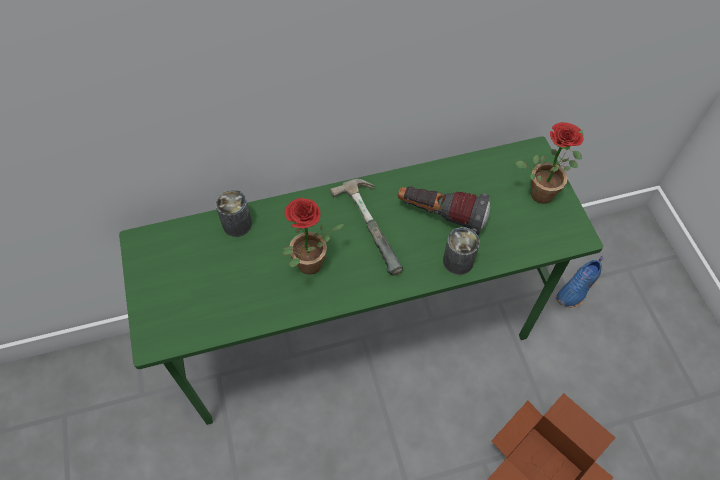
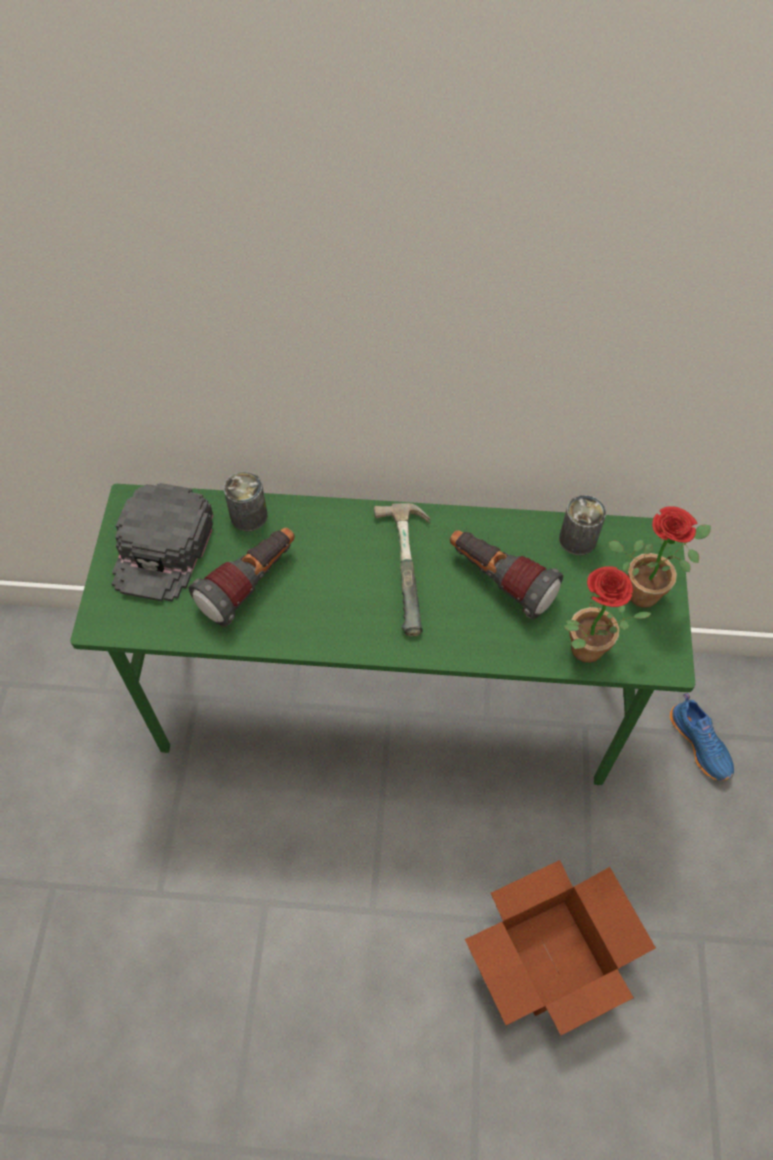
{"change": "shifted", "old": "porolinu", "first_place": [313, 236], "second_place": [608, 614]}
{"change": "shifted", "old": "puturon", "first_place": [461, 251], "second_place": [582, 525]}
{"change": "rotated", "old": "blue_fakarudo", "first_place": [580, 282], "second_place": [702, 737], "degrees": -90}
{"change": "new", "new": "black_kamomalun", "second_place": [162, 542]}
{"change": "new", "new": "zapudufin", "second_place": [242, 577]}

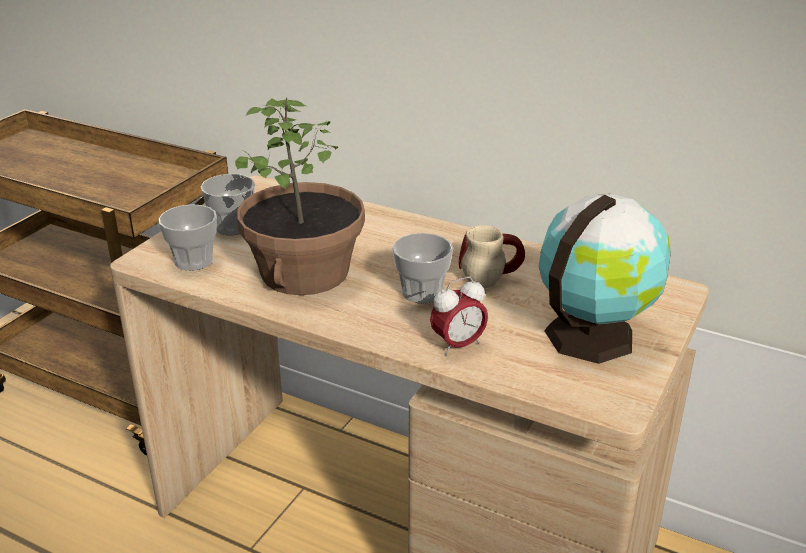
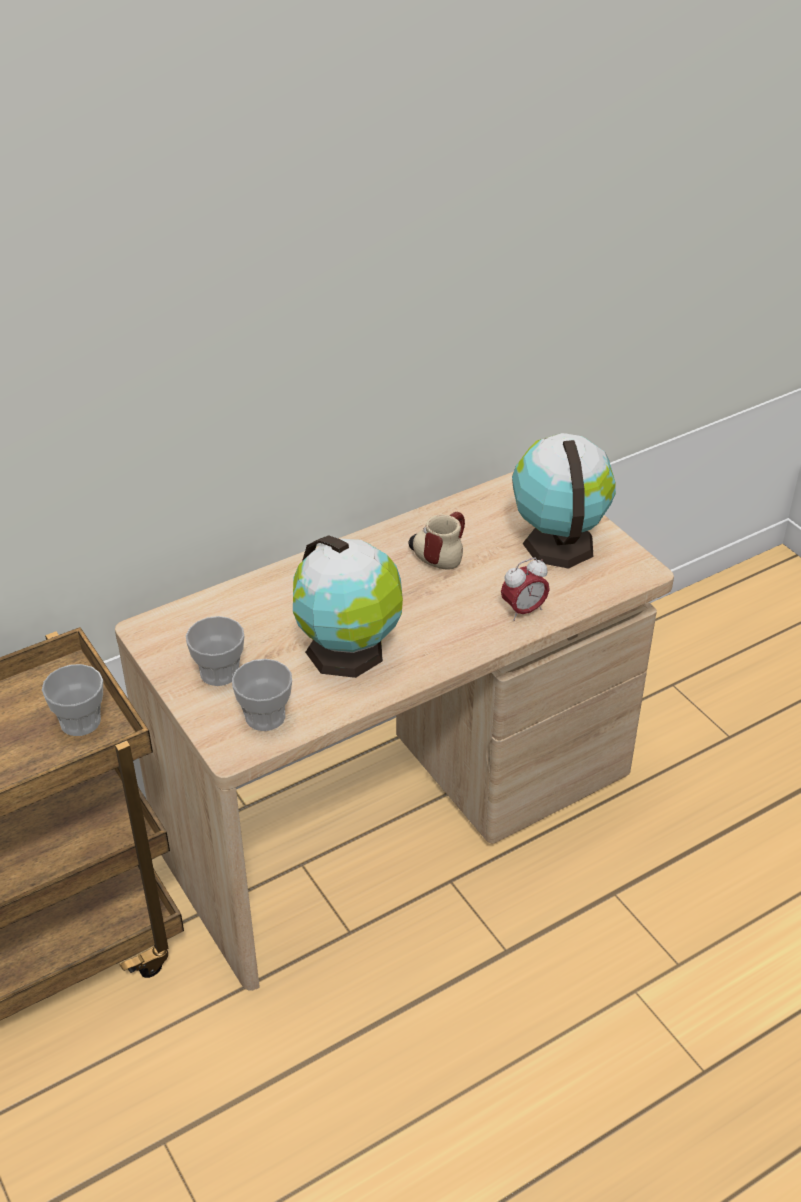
{"change": "swapped", "old": "porolinu", "new": "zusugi", "first_place": [300, 196], "second_place": [348, 606]}
{"change": "shifted", "old": "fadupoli", "first_place": [422, 268], "second_place": [72, 700]}
{"change": "rotated", "old": "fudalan", "first_place": [459, 316], "second_place": [525, 589], "degrees": 60}

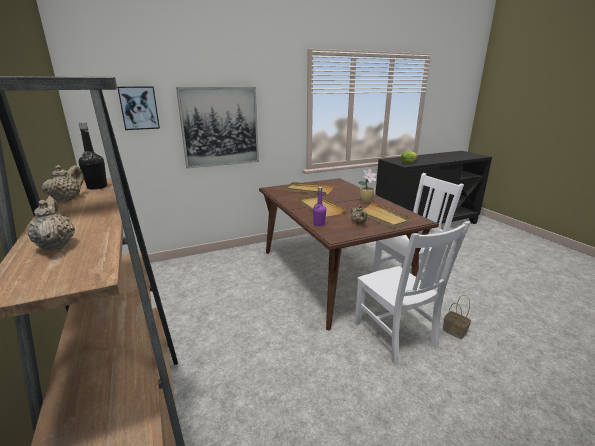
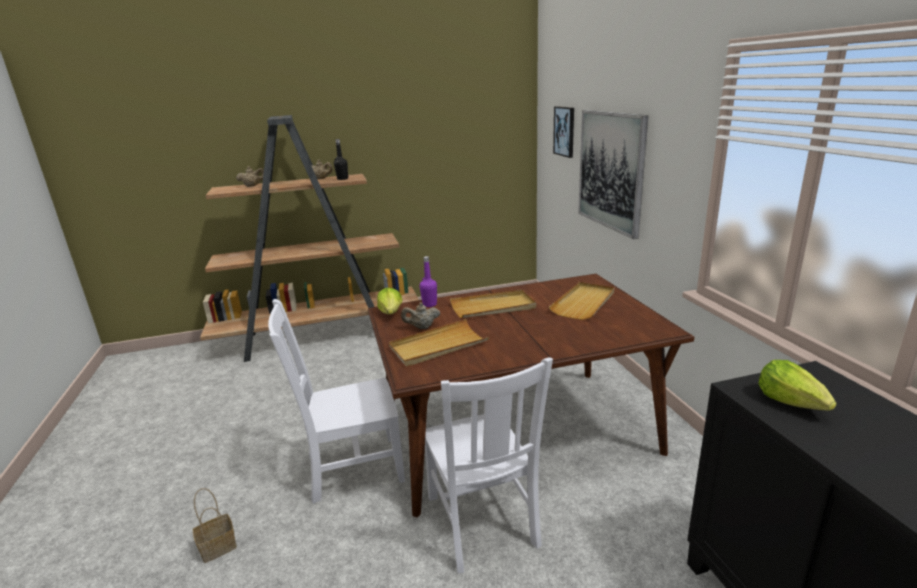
{"change": "gone", "old": "porolinu", "first_place": [367, 186]}
{"change": "shifted", "old": "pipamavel", "first_place": [457, 317], "second_place": [215, 525]}
{"change": "new", "new": "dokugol", "second_place": [389, 301]}

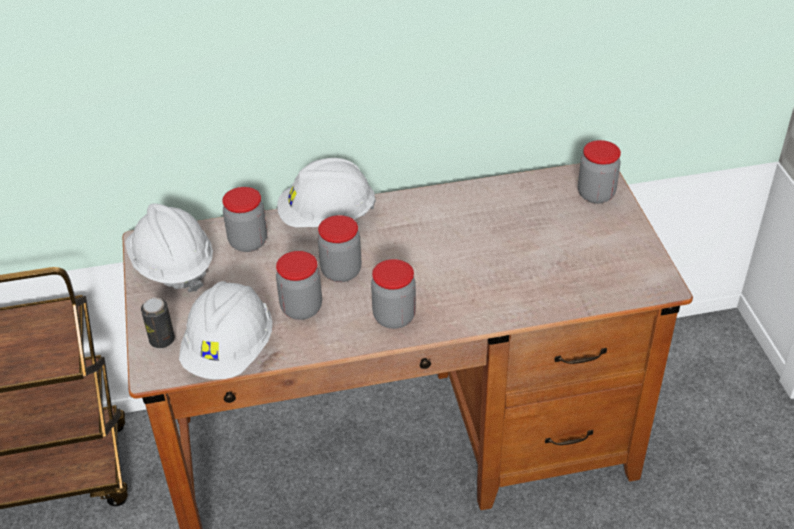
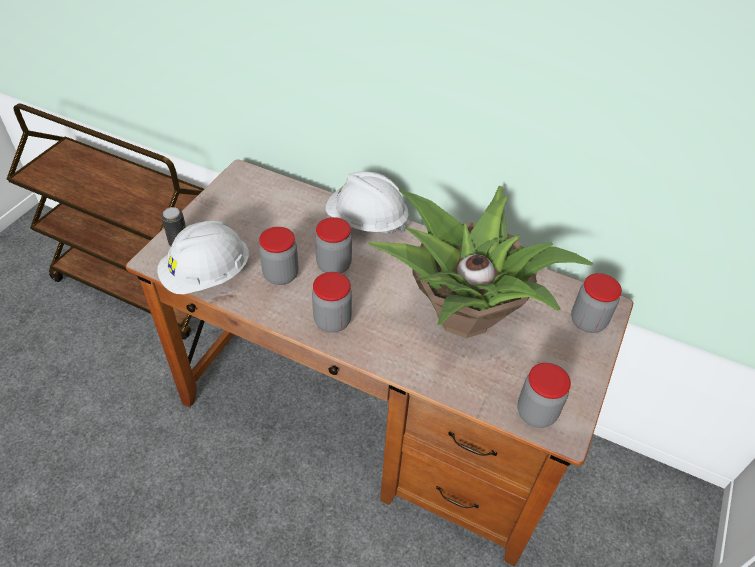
{"change": "shifted", "old": "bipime", "first_place": [244, 219], "second_place": [544, 395]}
{"change": "gone", "old": "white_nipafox", "first_place": [169, 247]}
{"change": "new", "new": "porolinu", "second_place": [480, 262]}

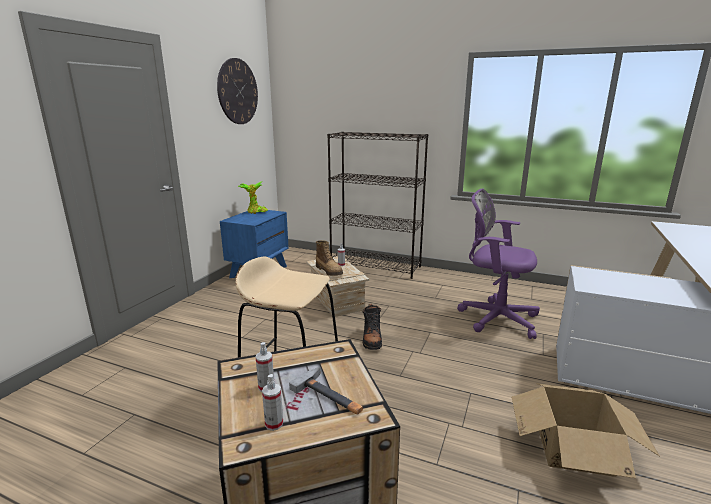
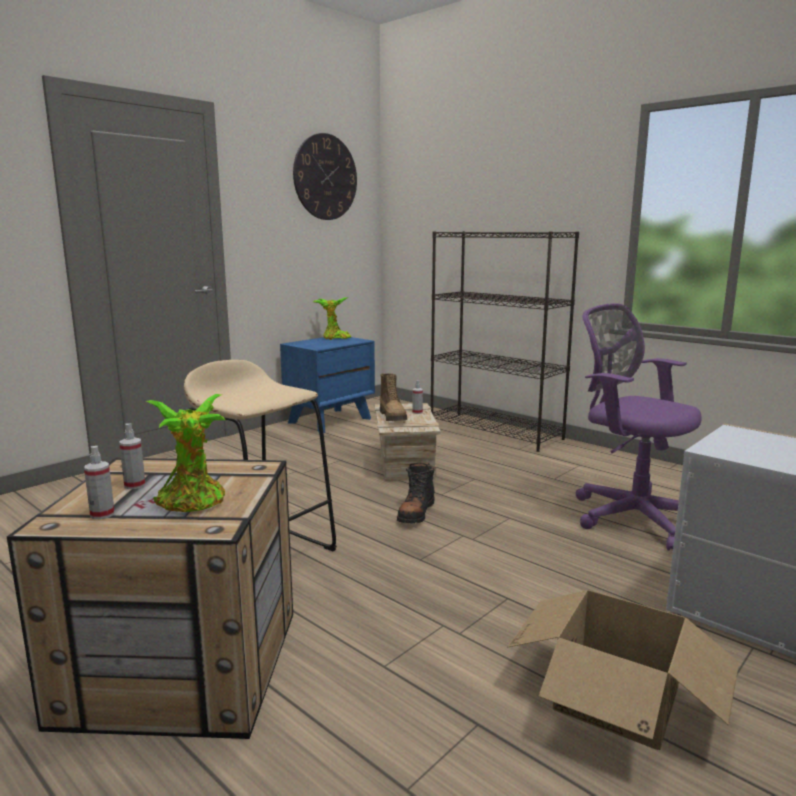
{"change": "swapped", "old": "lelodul", "new": "porolinu", "first_place": [326, 391], "second_place": [185, 453]}

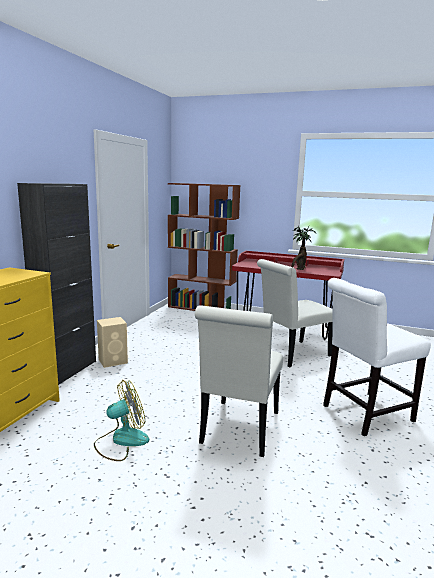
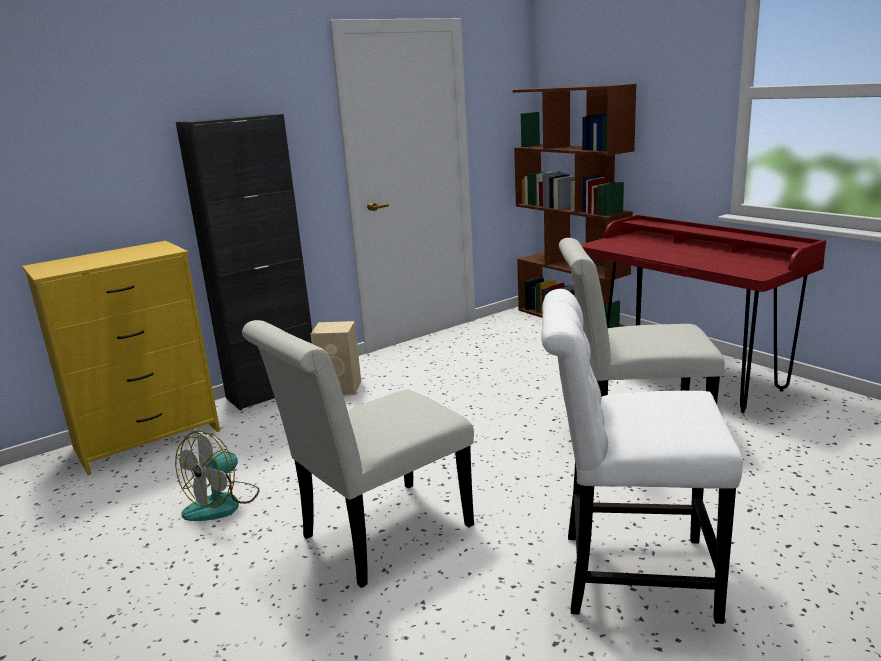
{"change": "gone", "old": "porolinu", "first_place": [303, 247]}
{"change": "rotated", "old": "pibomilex", "first_place": [121, 420], "second_place": [217, 476], "degrees": 120}

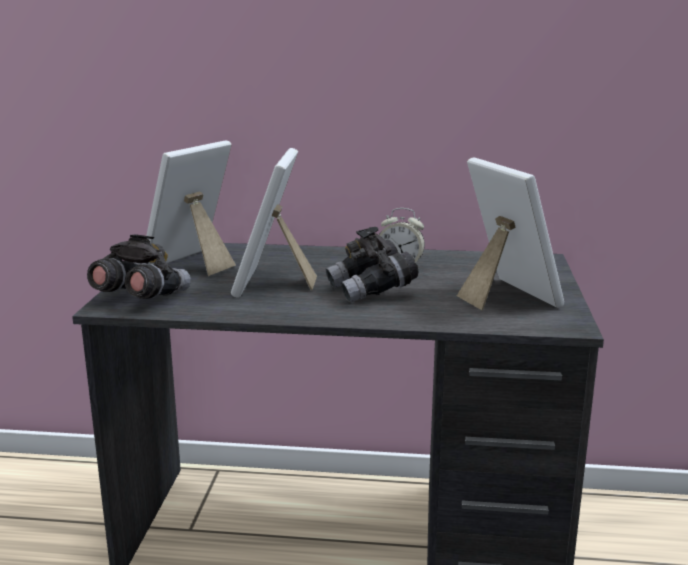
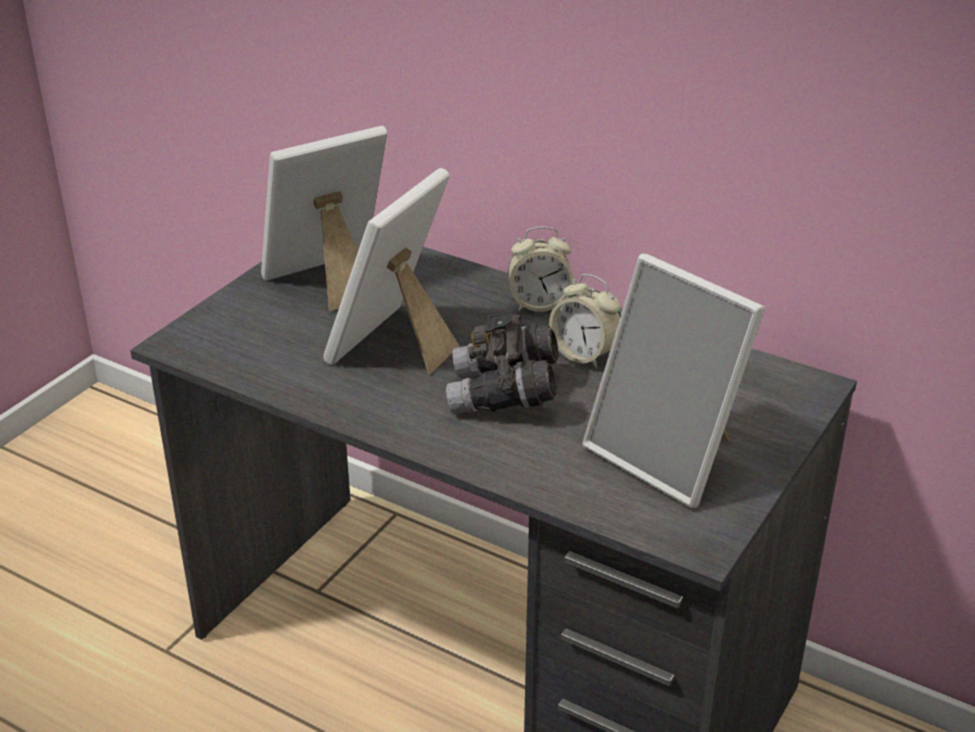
{"change": "rotated", "old": "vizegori", "first_place": [510, 234], "second_place": [673, 381], "degrees": 135}
{"change": "gone", "old": "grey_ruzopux", "first_place": [139, 266]}
{"change": "new", "new": "fudalan", "second_place": [541, 269]}

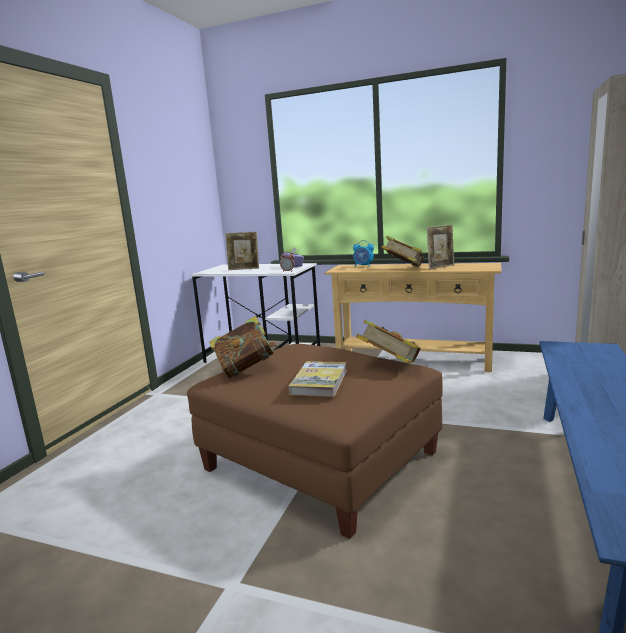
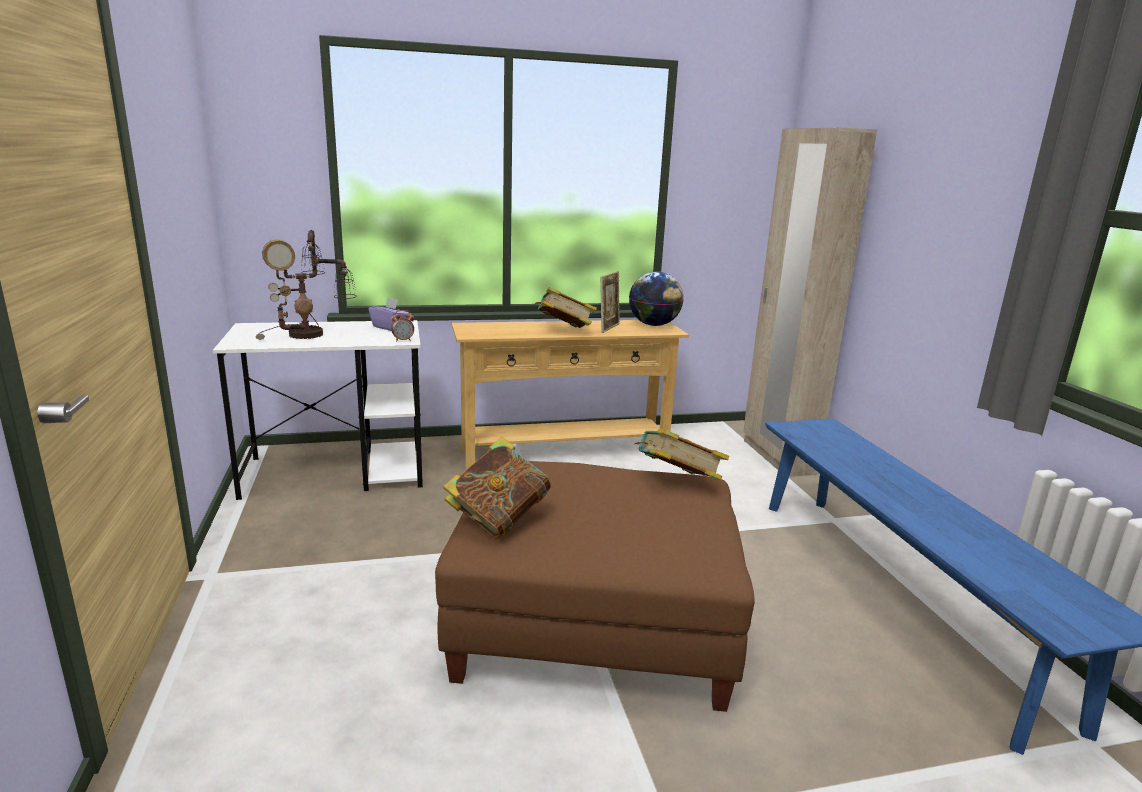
{"change": "swapped", "old": "vizegori", "new": "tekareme", "first_place": [242, 251], "second_place": [306, 285]}
{"change": "gone", "old": "fudalan", "first_place": [363, 253]}
{"change": "gone", "old": "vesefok", "first_place": [318, 379]}
{"change": "new", "new": "zusugi", "second_place": [656, 298]}

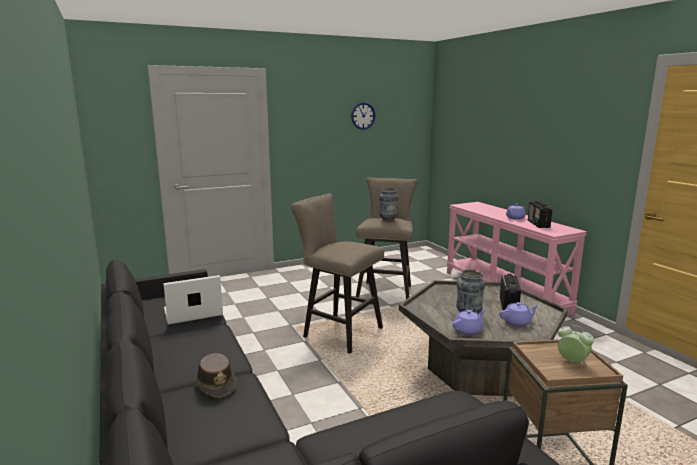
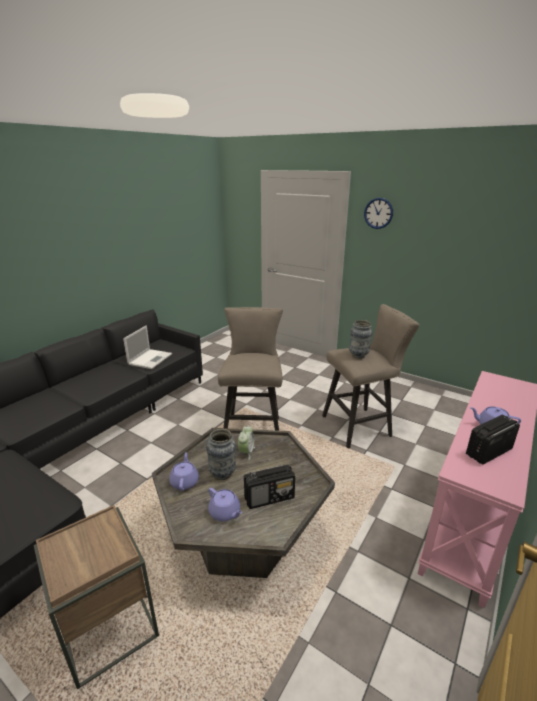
{"change": "shifted", "old": "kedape", "first_place": [363, 116], "second_place": [378, 213]}
{"change": "rotated", "old": "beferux", "first_place": [193, 300], "second_place": [147, 347], "degrees": 75}
{"change": "rotated", "old": "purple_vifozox", "first_place": [469, 322], "second_place": [184, 471], "degrees": -120}
{"change": "shifted", "old": "fudalan", "first_place": [576, 345], "second_place": [246, 443]}
{"change": "gone", "old": "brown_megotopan", "first_place": [215, 375]}

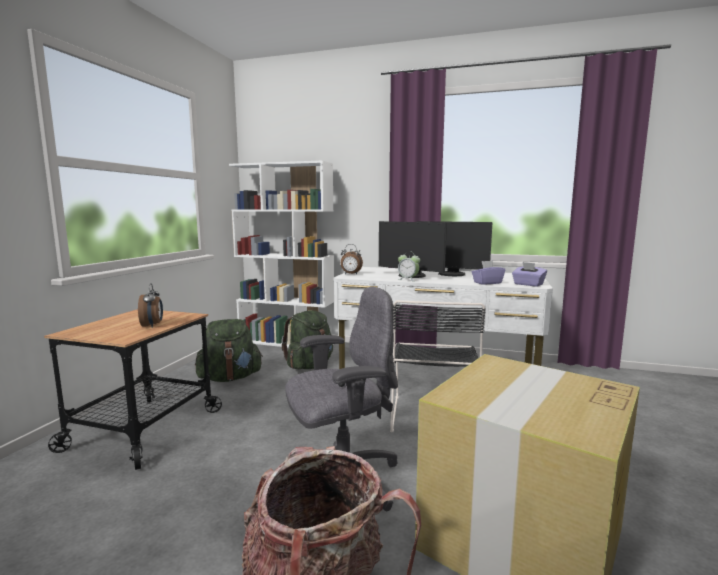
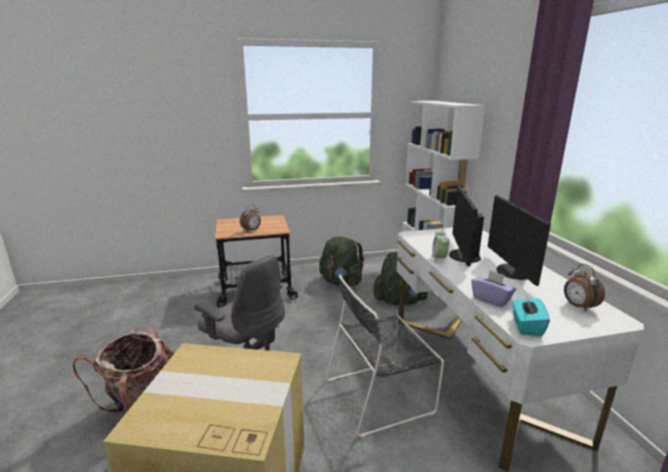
{"change": "shifted", "old": "fudalan", "first_place": [352, 259], "second_place": [584, 287]}
{"change": "repainted", "old": "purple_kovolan", "new": "turquoise_kovolan", "first_place": [529, 274], "second_place": [531, 316]}

